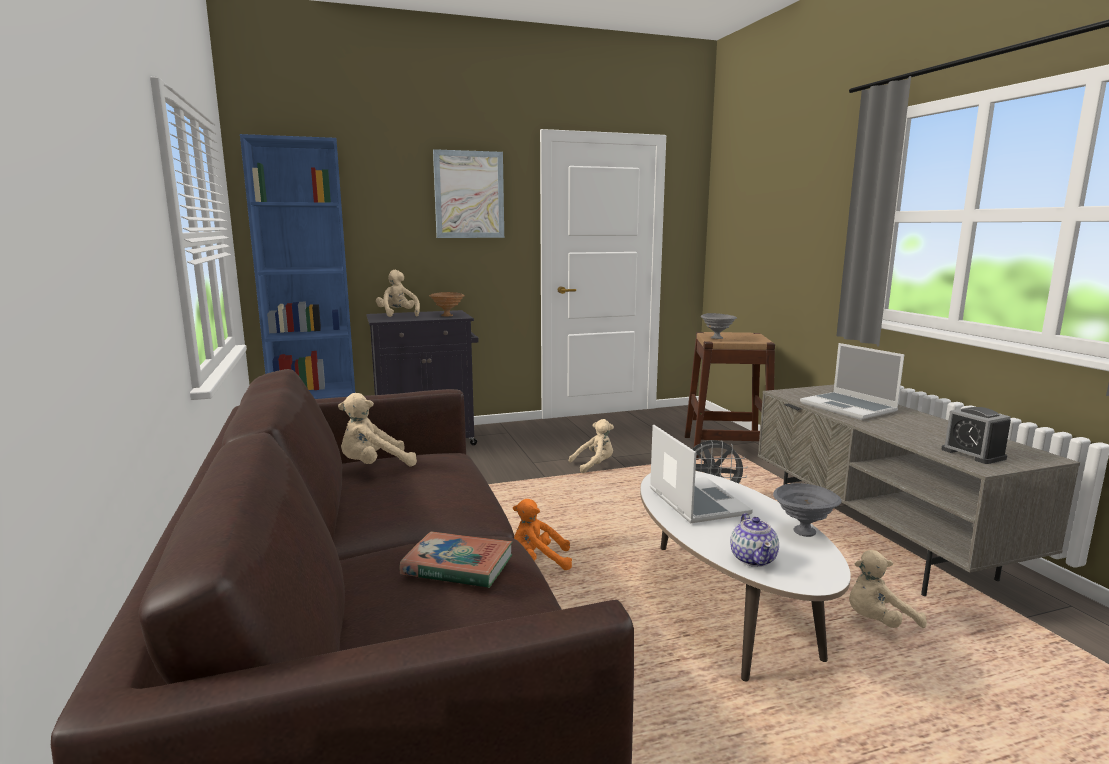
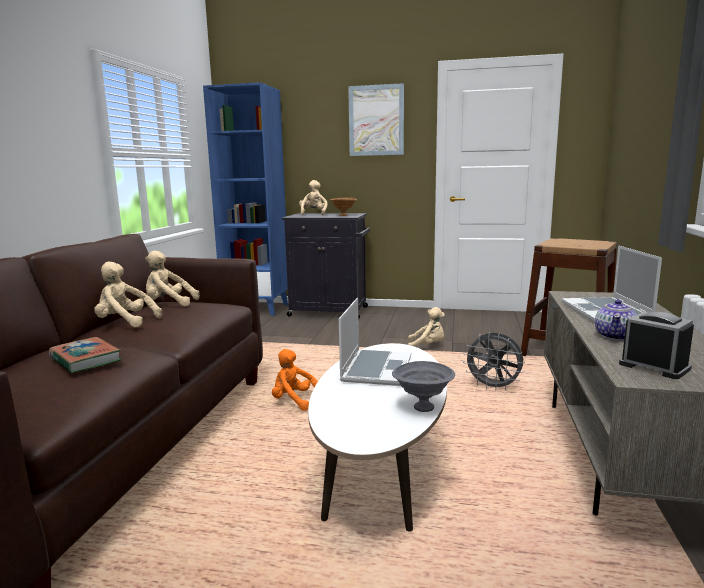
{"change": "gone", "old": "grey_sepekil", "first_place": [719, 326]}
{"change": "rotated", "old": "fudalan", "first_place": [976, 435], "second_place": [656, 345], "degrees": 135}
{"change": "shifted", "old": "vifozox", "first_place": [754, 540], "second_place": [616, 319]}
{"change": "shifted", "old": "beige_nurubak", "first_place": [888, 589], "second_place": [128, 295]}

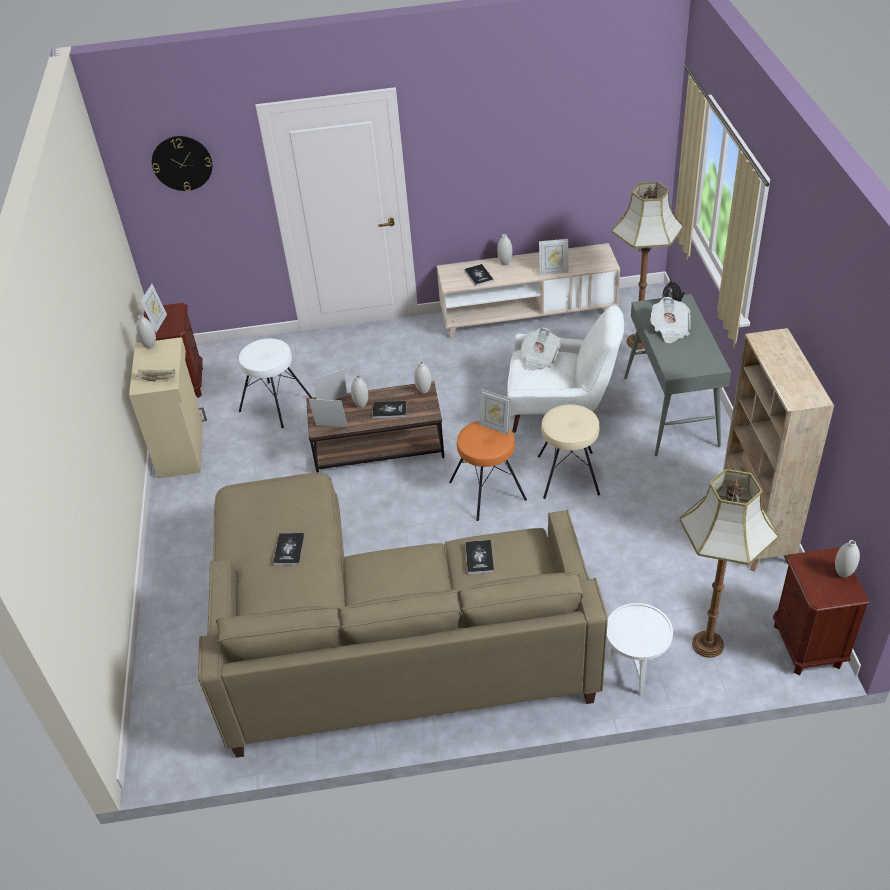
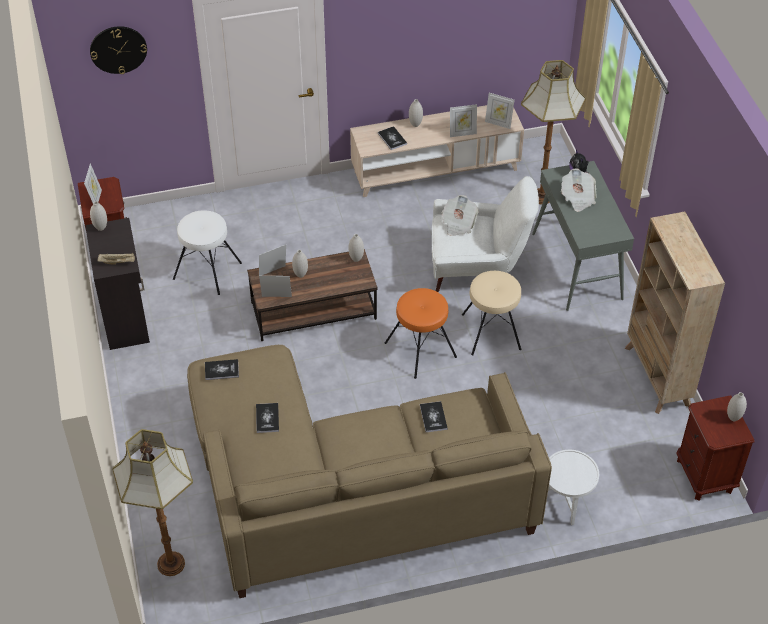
{"change": "repainted", "old": "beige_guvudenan", "new": "black_guvudenan", "first_place": [168, 408], "second_place": [117, 284]}
{"change": "shifted", "old": "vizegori", "first_place": [495, 412], "second_place": [499, 111]}
{"change": "shifted", "old": "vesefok", "first_place": [389, 410], "second_place": [222, 369]}
{"change": "shifted", "old": "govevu", "first_place": [729, 563], "second_place": [152, 502]}

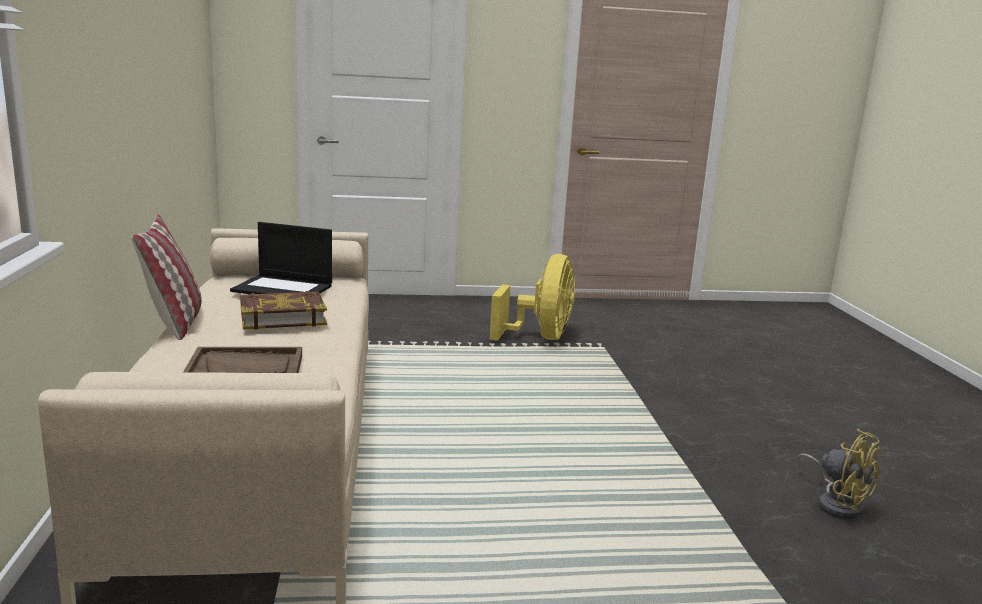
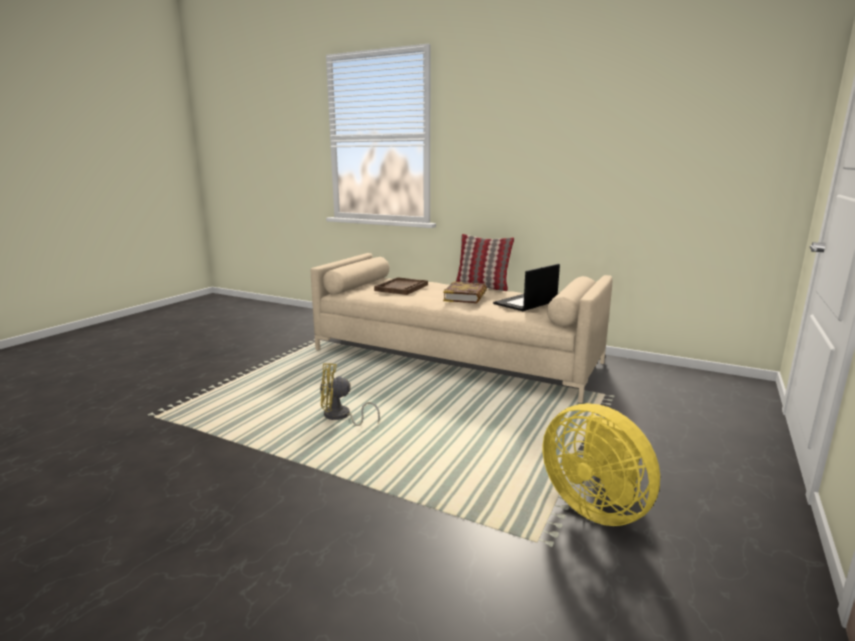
{"change": "shifted", "old": "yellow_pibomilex", "first_place": [840, 474], "second_place": [350, 394]}

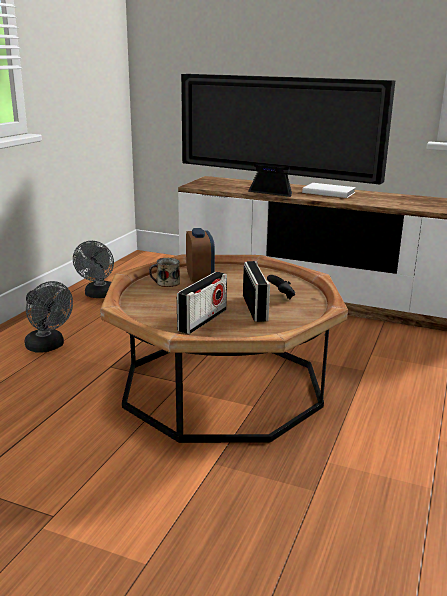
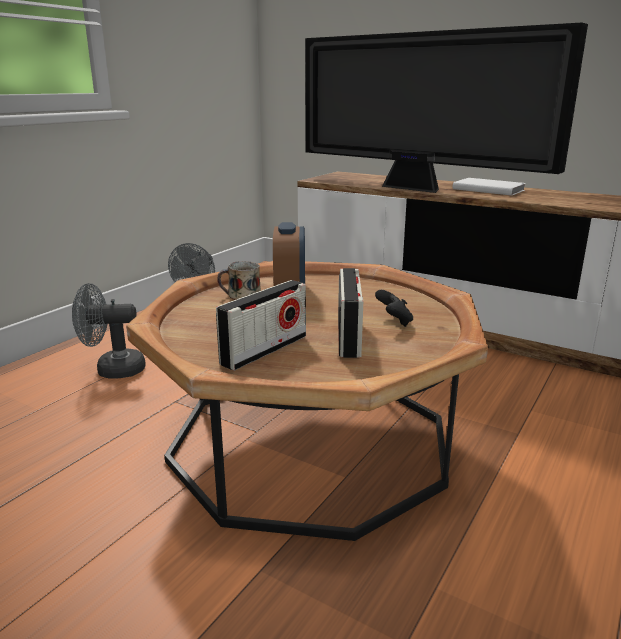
{"change": "rotated", "old": "grey_pibomilex", "first_place": [48, 316], "second_place": [109, 331], "degrees": 120}

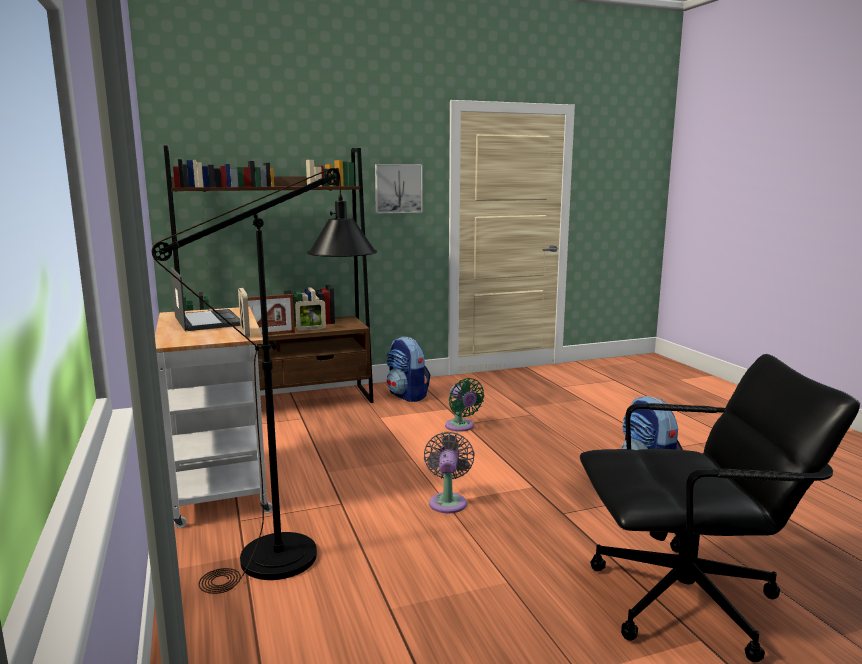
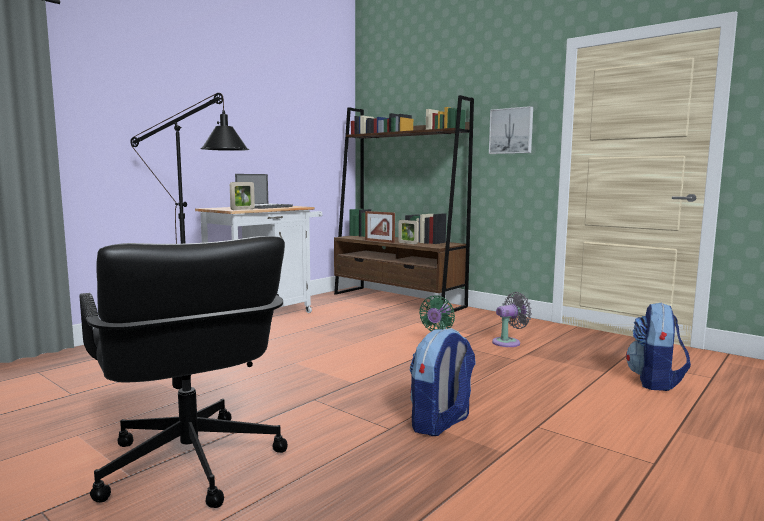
{"change": "shifted", "old": "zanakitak", "first_place": [408, 369], "second_place": [658, 346]}
{"change": "shifted", "old": "grey_pibomilex", "first_place": [449, 472], "second_place": [512, 319]}

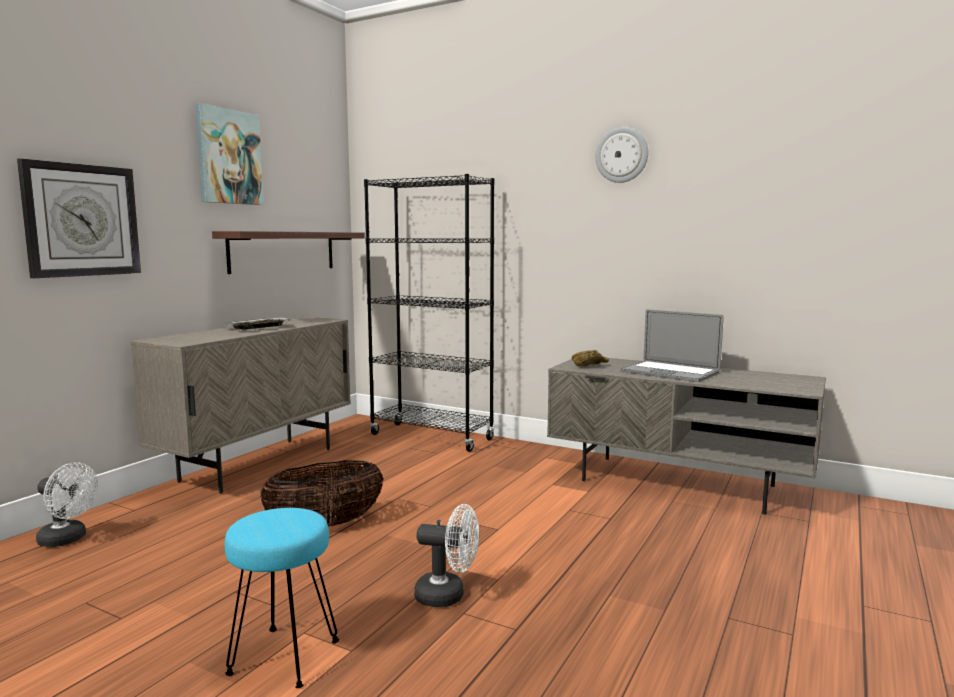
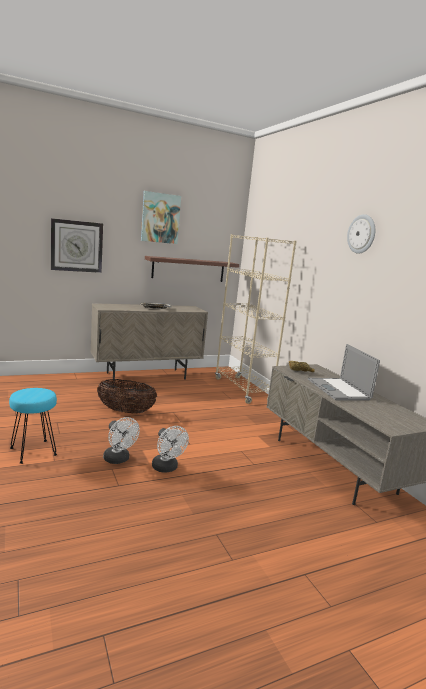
{"change": "repainted", "old": "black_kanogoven", "new": "beige_kanogoven", "first_place": [429, 313], "second_place": [256, 319]}
{"change": "shifted", "old": "white_pibomilex", "first_place": [67, 504], "second_place": [170, 449]}

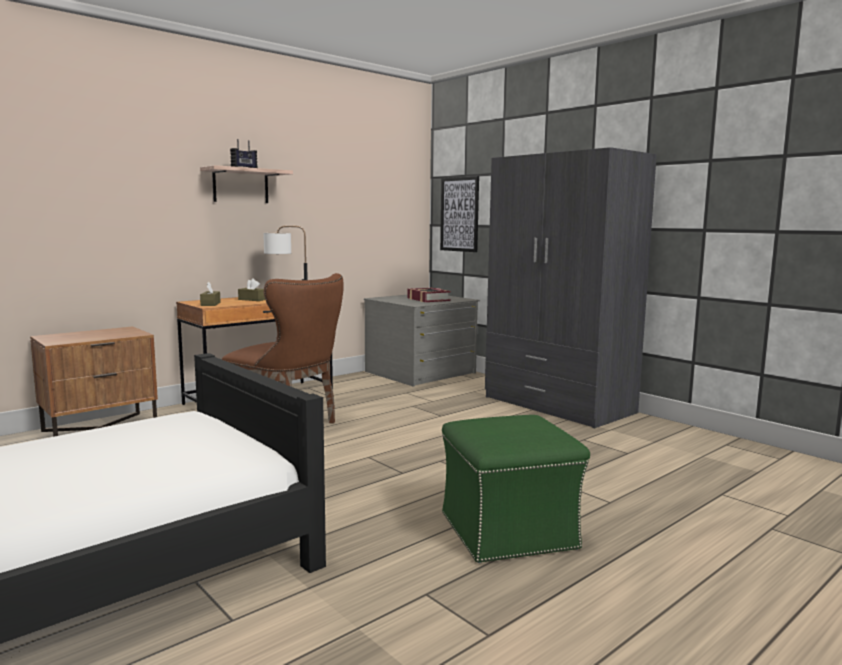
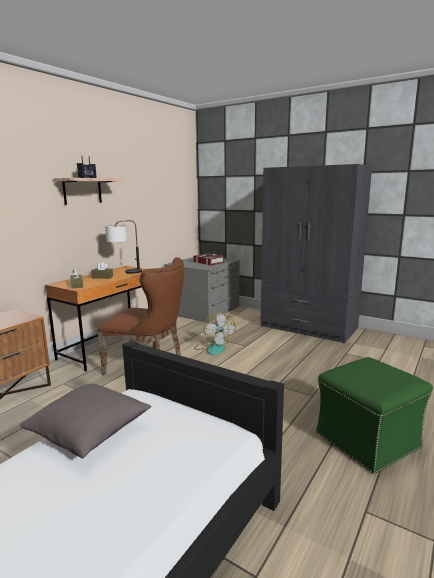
{"change": "gone", "old": "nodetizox", "first_place": [459, 214]}
{"change": "new", "new": "pibomilex", "second_place": [214, 333]}
{"change": "new", "new": "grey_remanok", "second_place": [86, 421]}

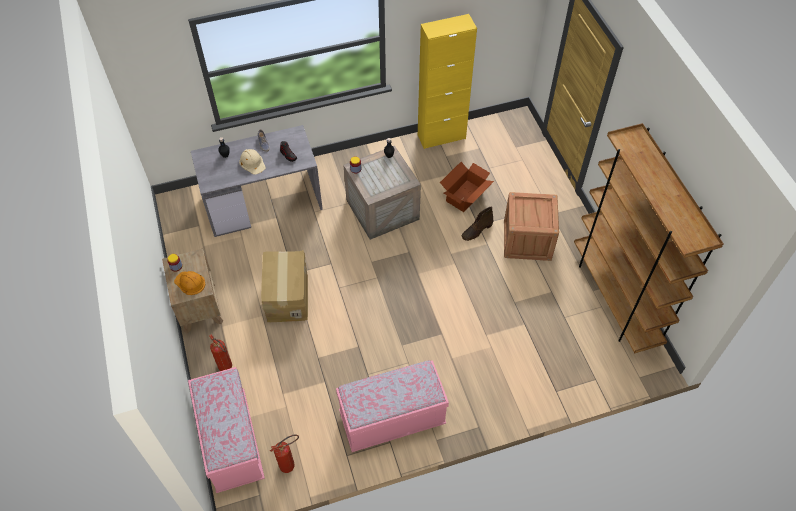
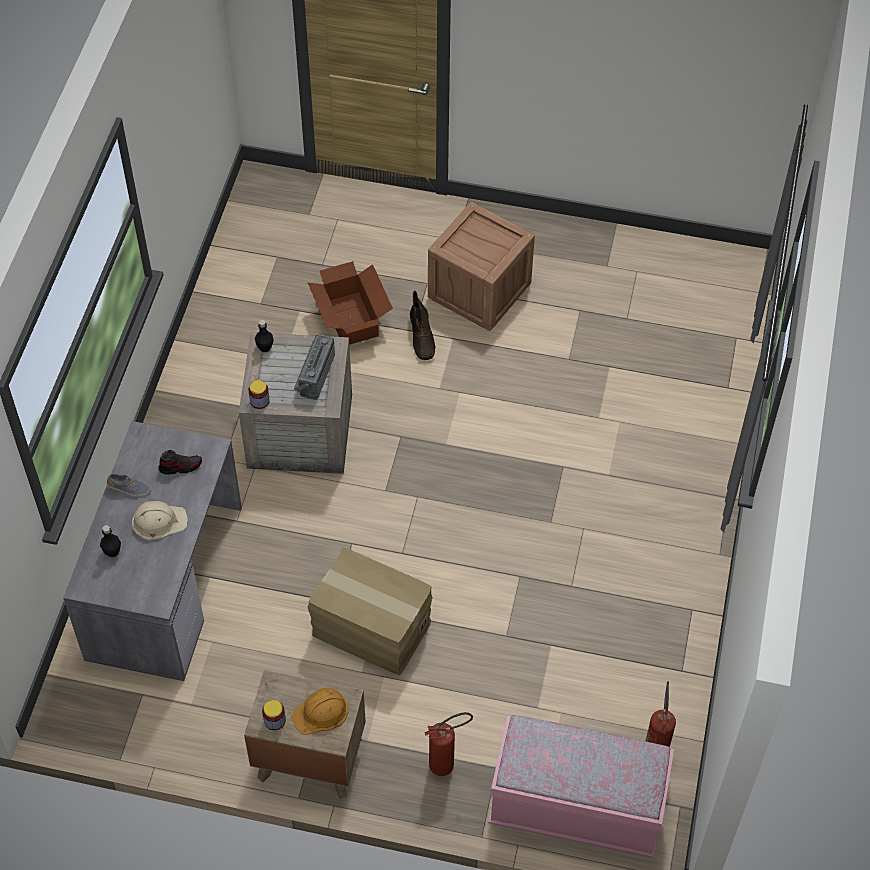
{"change": "gone", "old": "yellow_guvudenan", "first_place": [447, 81]}
{"change": "gone", "old": "brown_kanogoven", "first_place": [648, 238]}
{"change": "gone", "old": "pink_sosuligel", "first_place": [392, 406]}
{"change": "new", "new": "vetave", "second_place": [314, 367]}

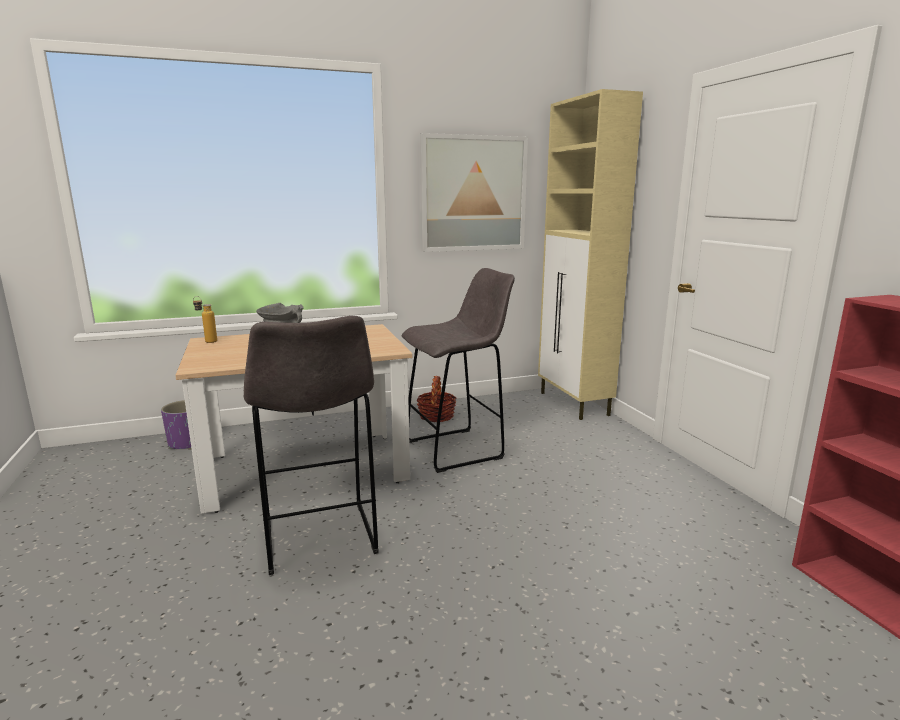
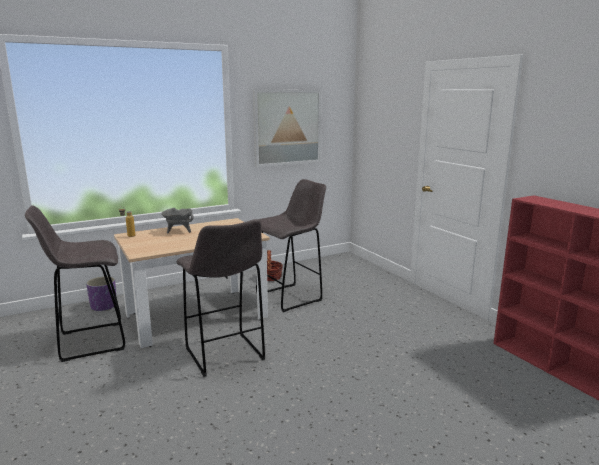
{"change": "gone", "old": "beige_guvudenan", "first_place": [590, 254]}
{"change": "new", "new": "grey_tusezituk", "second_place": [75, 283]}

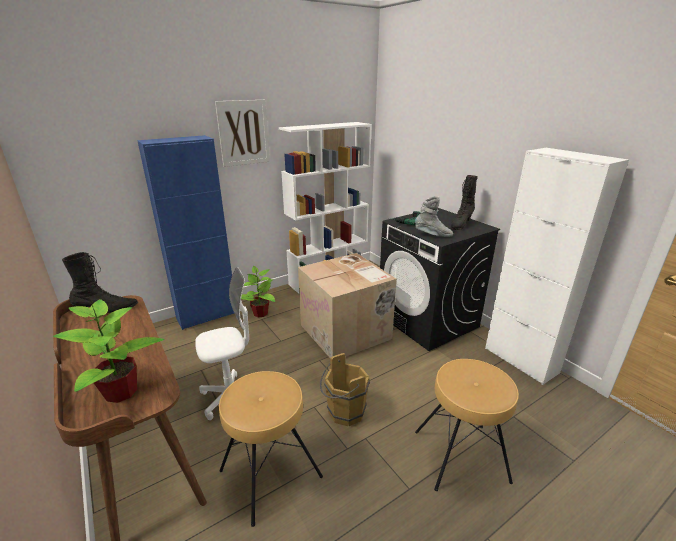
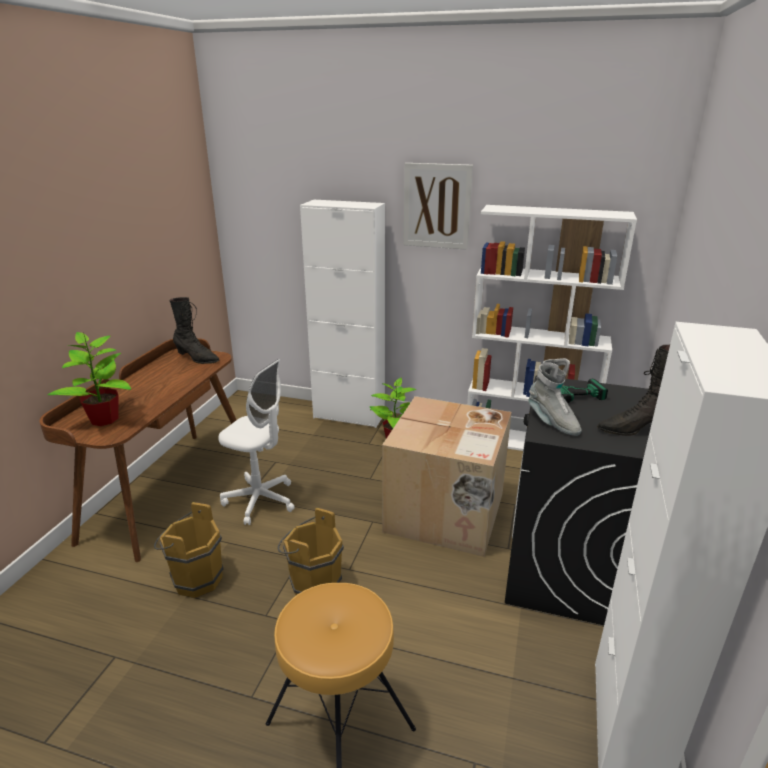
{"change": "repainted", "old": "blue_guvudenan", "new": "white_guvudenan", "first_place": [185, 232], "second_place": [342, 313]}
{"change": "swapped", "old": "brown_tusezituk", "new": "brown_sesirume", "first_place": [271, 449], "second_place": [189, 550]}

